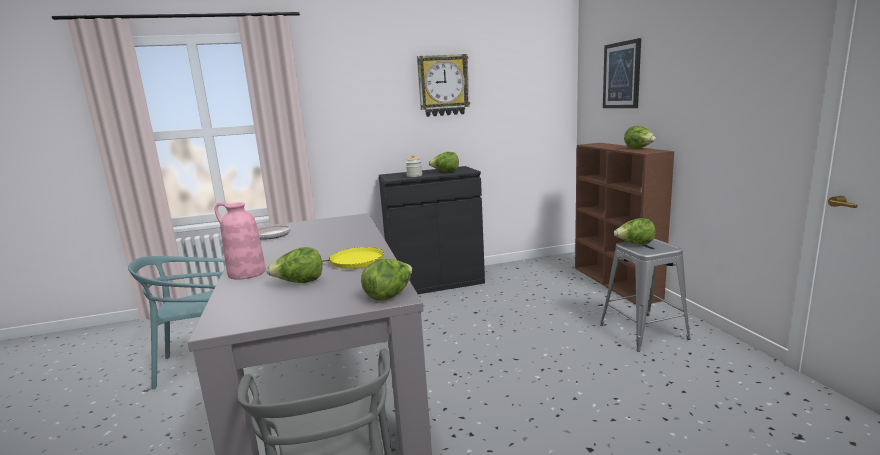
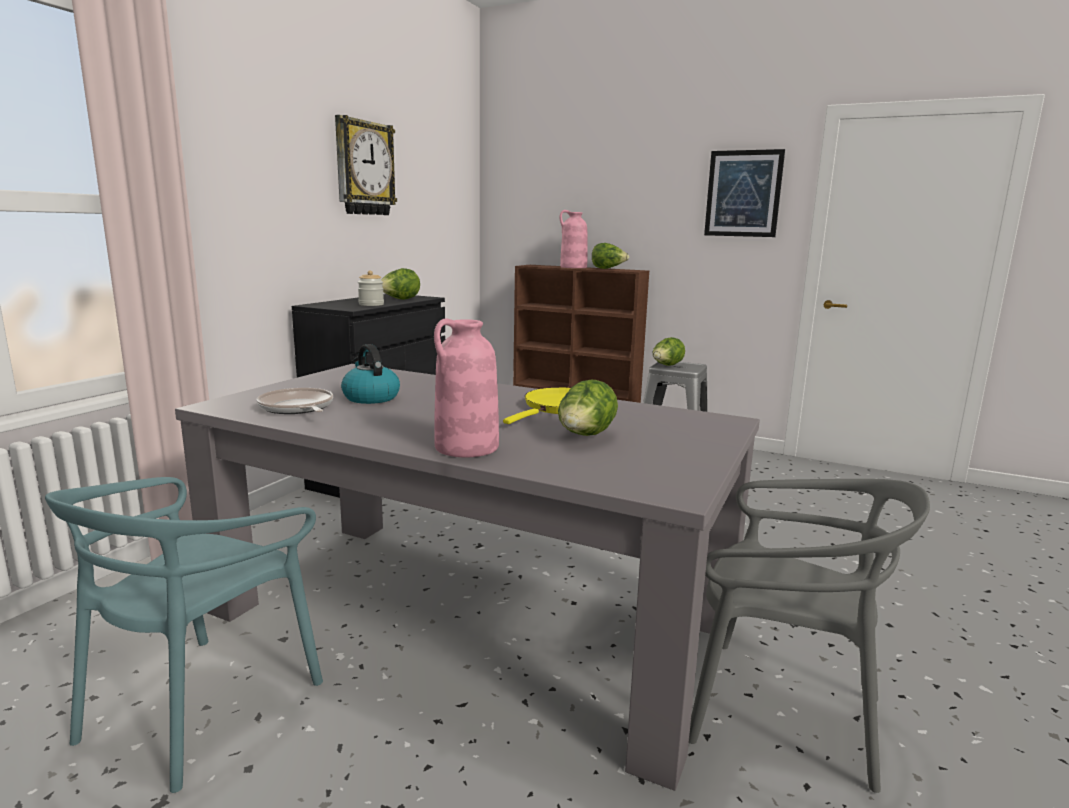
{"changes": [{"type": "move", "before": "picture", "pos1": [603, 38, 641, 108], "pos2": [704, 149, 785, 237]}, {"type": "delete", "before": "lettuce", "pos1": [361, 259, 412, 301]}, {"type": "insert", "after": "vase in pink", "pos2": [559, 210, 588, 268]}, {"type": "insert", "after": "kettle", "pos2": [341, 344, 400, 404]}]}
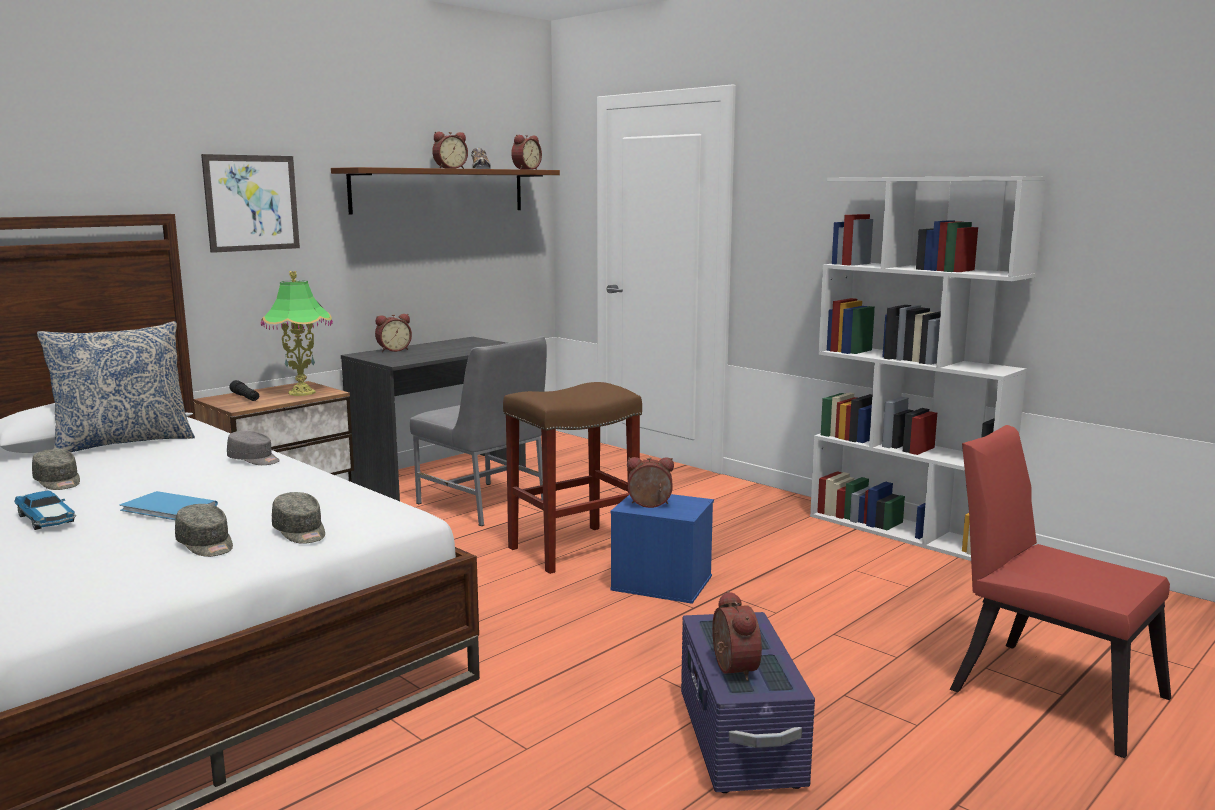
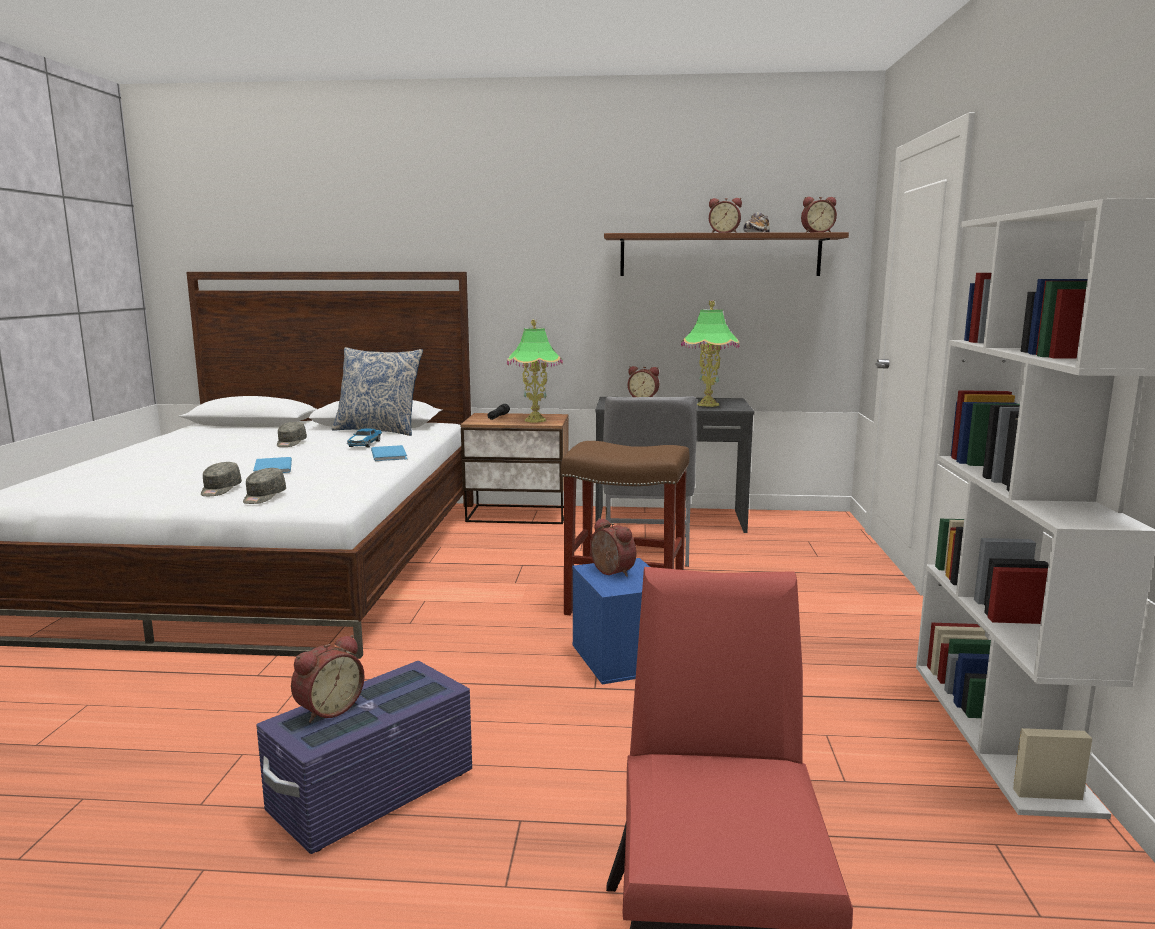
{"changes": [{"type": "delete", "before": "picture", "pos1": [201, 154, 300, 253]}, {"type": "replace", "before": "cap in grey", "after": "book in blue", "pos1": [227, 431, 280, 465], "pos2": [371, 445, 407, 461]}, {"type": "move", "before": "toy car", "pos1": [14, 490, 76, 530], "pos2": [347, 428, 382, 447]}, {"type": "insert", "after": "table lamp", "pos2": [681, 301, 739, 407]}]}
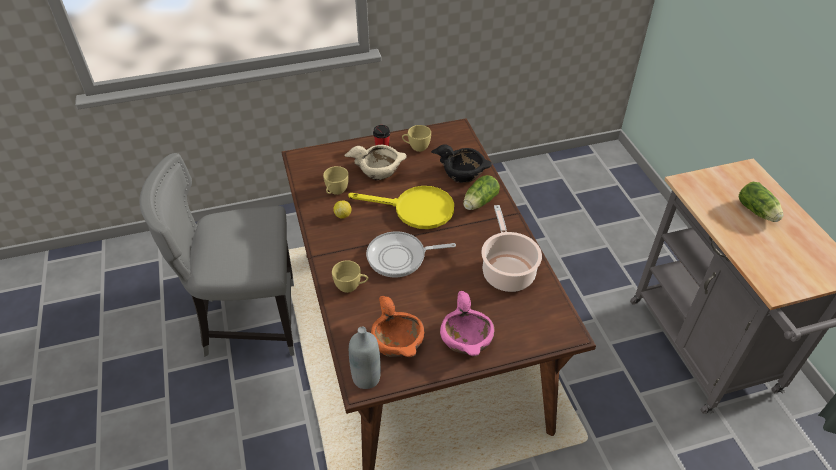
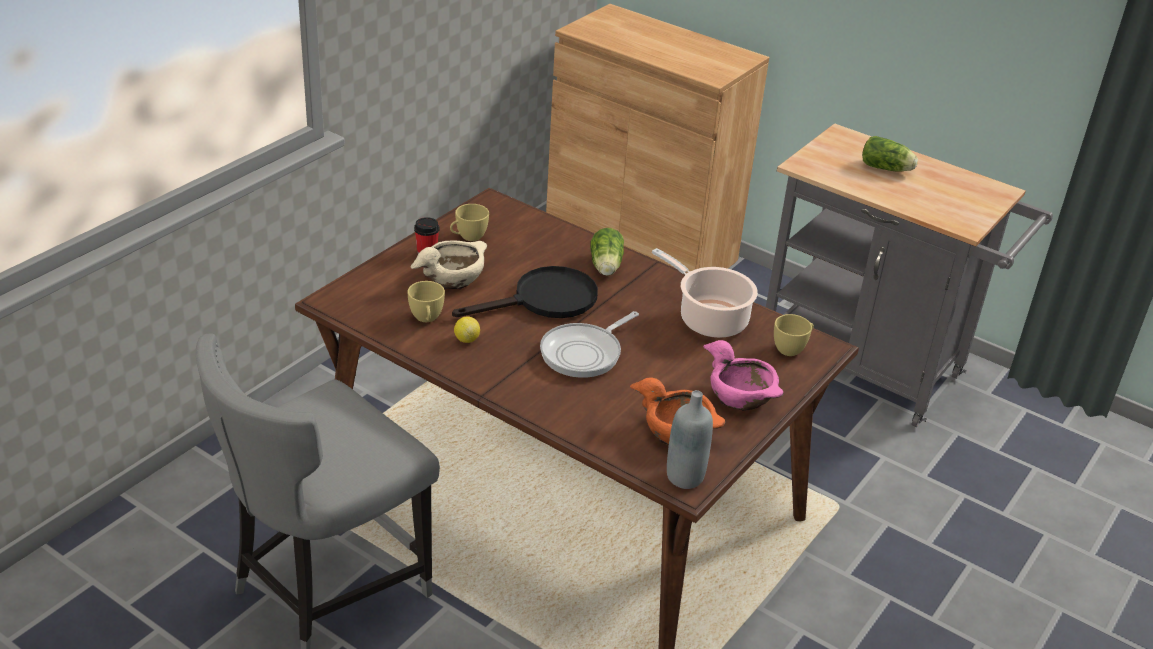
{"changes": [{"type": "delete", "before": "bowl in black", "pos1": [431, 145, 492, 183]}, {"type": "recolor", "before": "frying pan in yellow", "after": "frying pan in black", "pos1": [348, 186, 454, 229], "pos2": [452, 266, 598, 318]}, {"type": "move", "before": "cup in yellow", "pos1": [332, 260, 368, 293], "pos2": [774, 314, 814, 356]}, {"type": "insert", "after": "cabinet in brown", "pos2": [546, 4, 769, 273]}]}
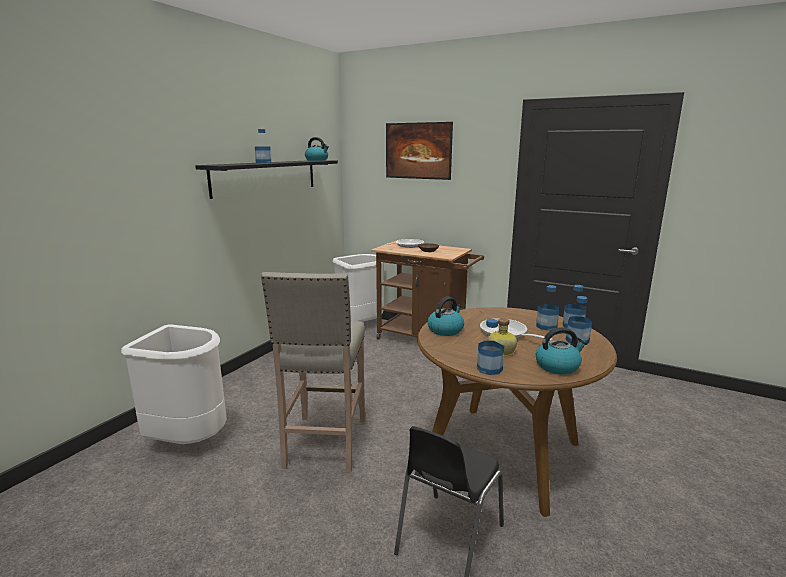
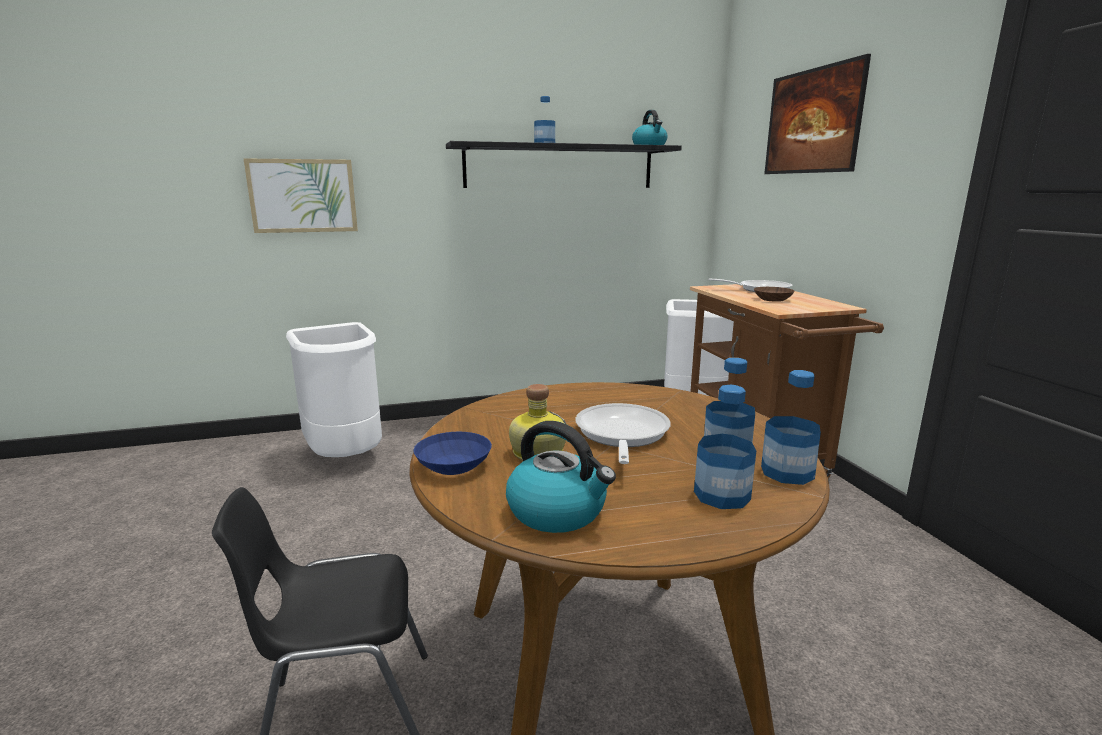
{"changes": [{"type": "delete", "before": "stool in beige", "pos1": [261, 272, 365, 472]}, {"type": "delete", "before": "kettle", "pos1": [428, 297, 464, 336]}, {"type": "replace", "before": "bottle", "after": "bowl in blue", "pos1": [477, 319, 504, 375], "pos2": [413, 432, 492, 475]}, {"type": "insert", "after": "picture", "pos2": [243, 158, 358, 233]}]}
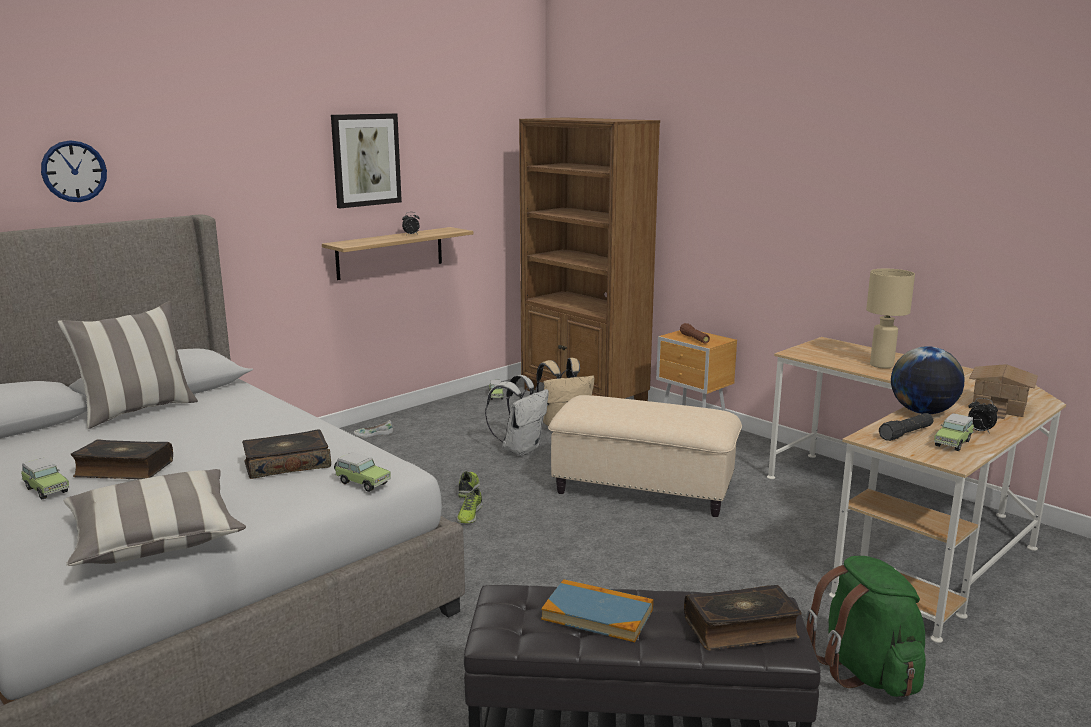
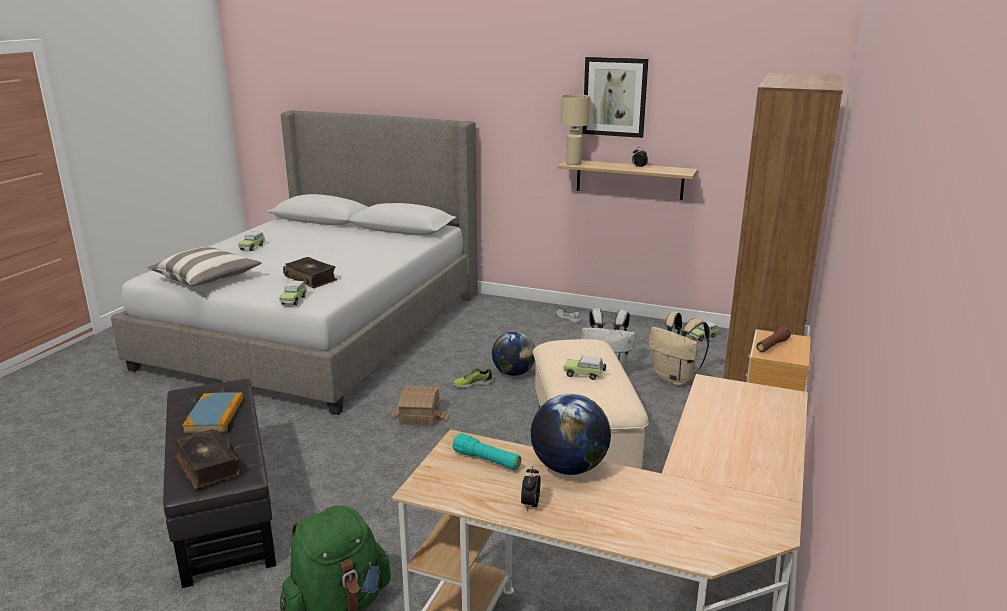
{"changes": [{"type": "delete", "before": "wall clock", "pos1": [41, 140, 107, 202]}, {"type": "move", "before": "table lamp in beige", "pos1": [866, 269, 915, 368], "pos2": [561, 94, 590, 165]}, {"type": "delete", "before": "pillow", "pos1": [58, 301, 198, 429]}, {"type": "move", "before": "toy house", "pos1": [969, 364, 1038, 419], "pos2": [391, 386, 449, 426]}, {"type": "recolor", "before": "flashlight in black", "after": "flashlight in turquoise", "pos1": [879, 413, 933, 441], "pos2": [452, 433, 521, 470]}, {"type": "move", "before": "toy car", "pos1": [934, 413, 974, 451], "pos2": [563, 356, 606, 380]}, {"type": "delete", "before": "book", "pos1": [71, 439, 173, 479]}, {"type": "replace", "before": "shoe", "after": "globe", "pos1": [458, 471, 480, 498], "pos2": [492, 331, 535, 376]}]}
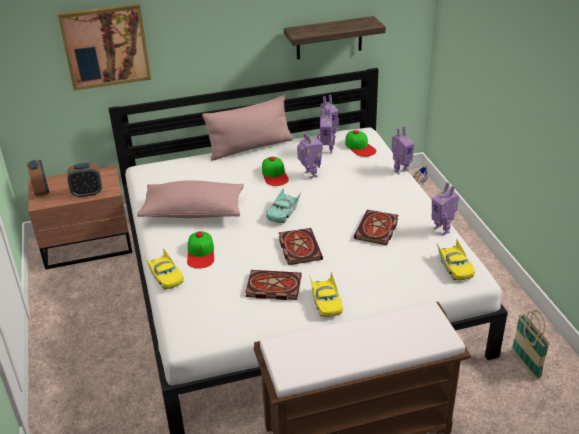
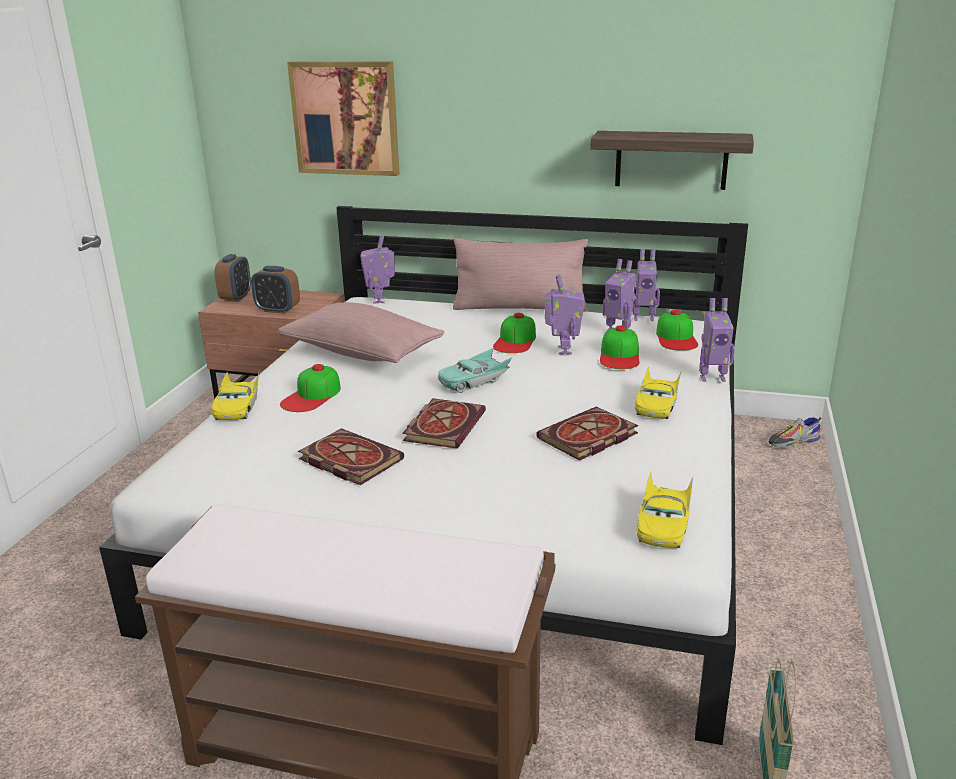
{"changes": [{"type": "move", "before": "toy robot", "pos1": [431, 182, 459, 236], "pos2": [360, 235, 395, 304]}, {"type": "move", "before": "toy car in yellow", "pos1": [309, 272, 343, 317], "pos2": [635, 367, 682, 419]}, {"type": "insert", "after": "cap", "pos2": [600, 325, 639, 369]}]}
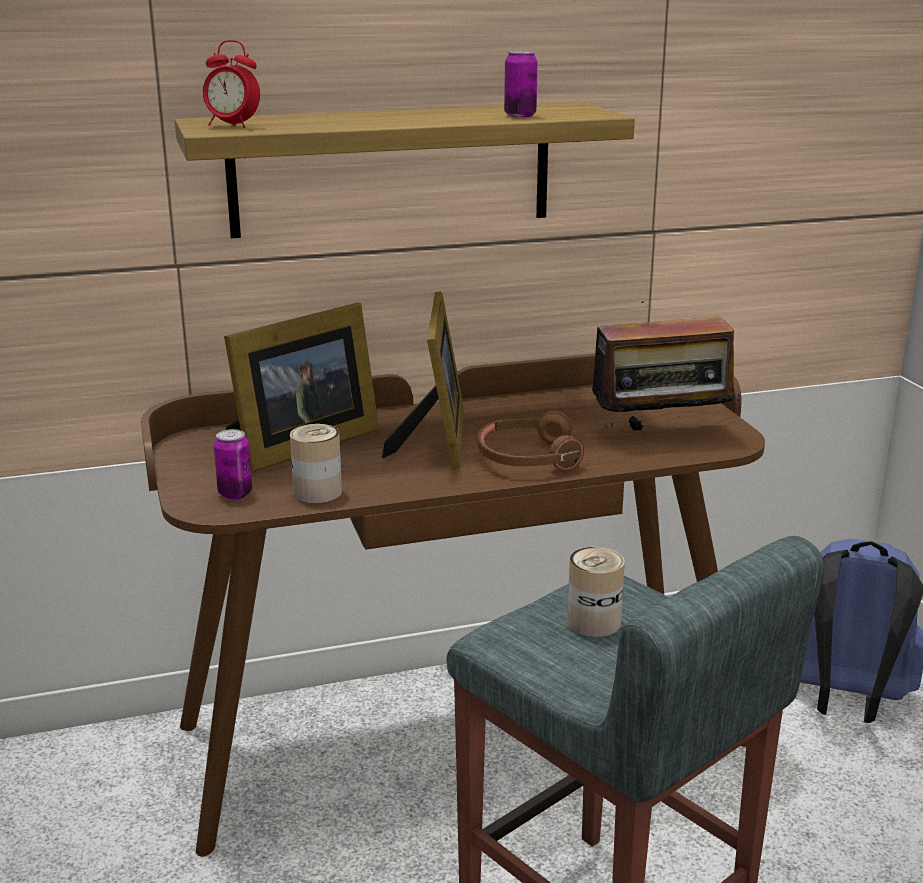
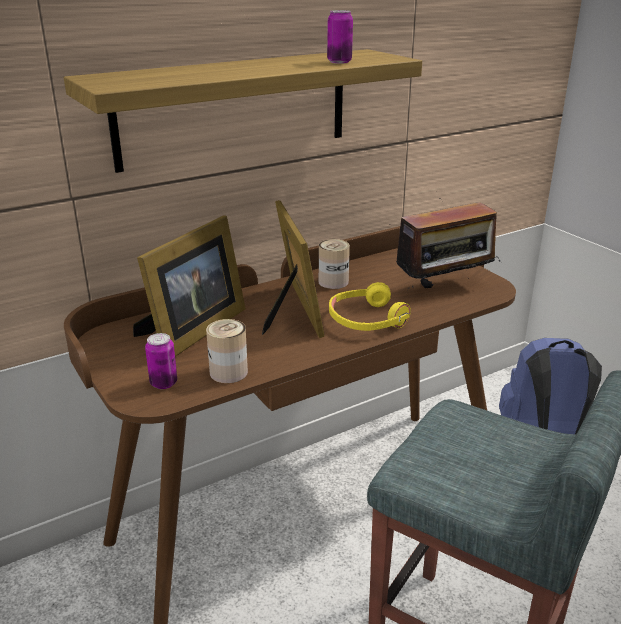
{"changes": [{"type": "delete", "before": "alarm clock", "pos1": [203, 40, 260, 128]}, {"type": "recolor", "before": "headphones in brown", "after": "headphones in yellow", "pos1": [478, 410, 584, 471], "pos2": [329, 282, 411, 331]}, {"type": "move", "before": "can", "pos1": [567, 547, 625, 637], "pos2": [319, 239, 350, 289]}]}
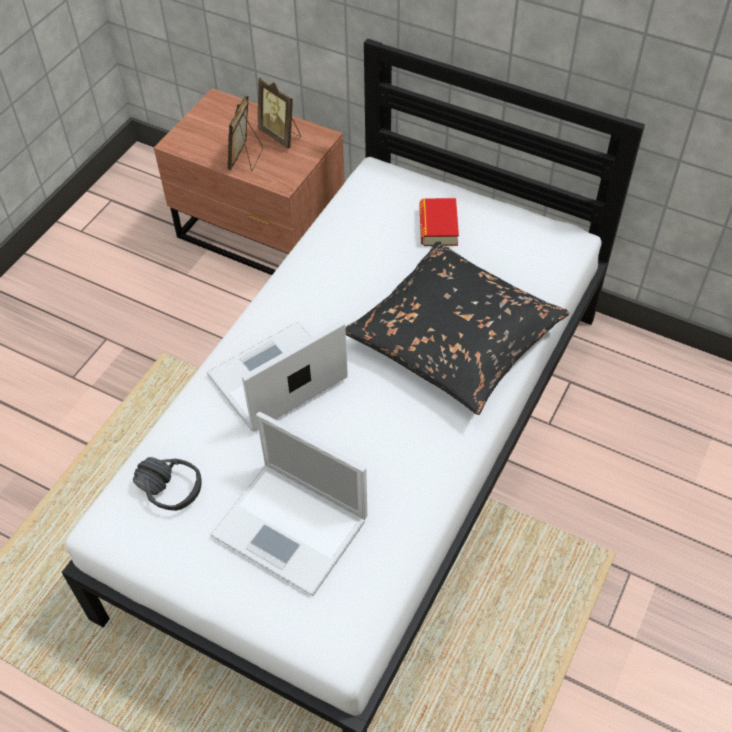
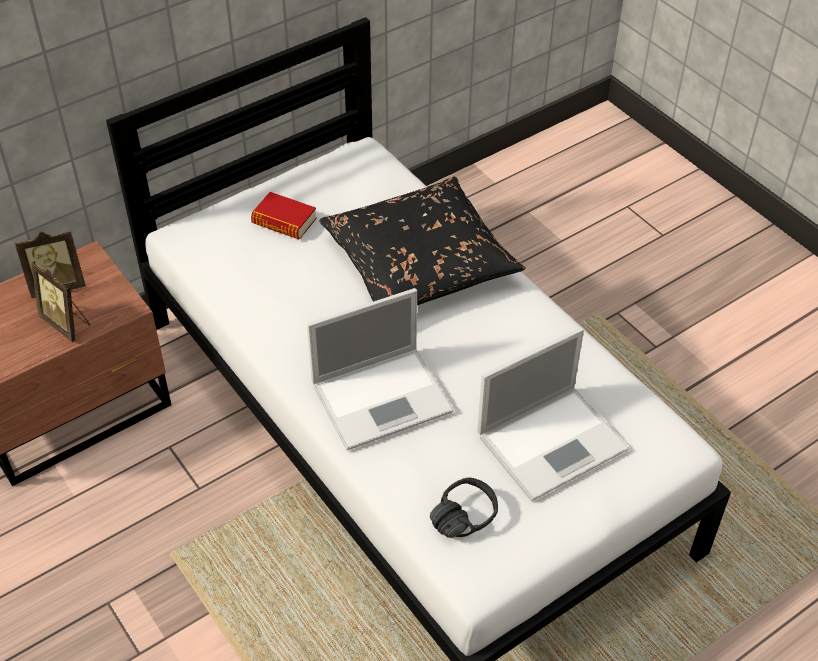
{"changes": [{"type": "rotate", "before": "laptop", "pos1": [207, 320, 348, 432], "pos2": [307, 288, 454, 450], "turn": -105}]}
